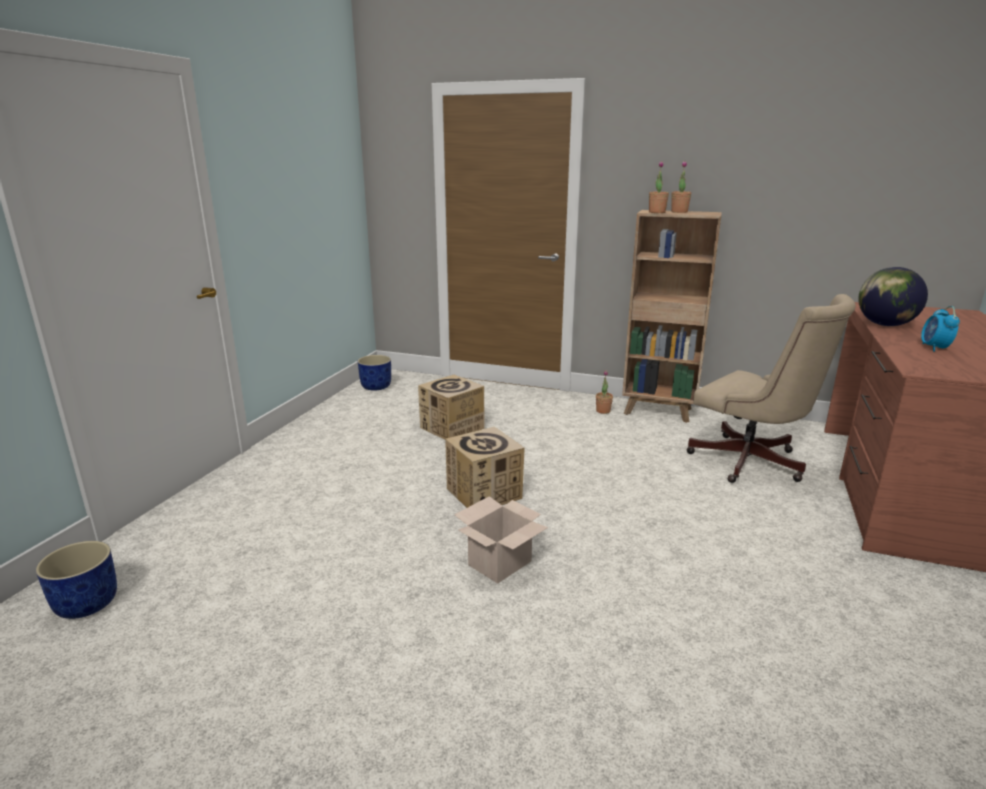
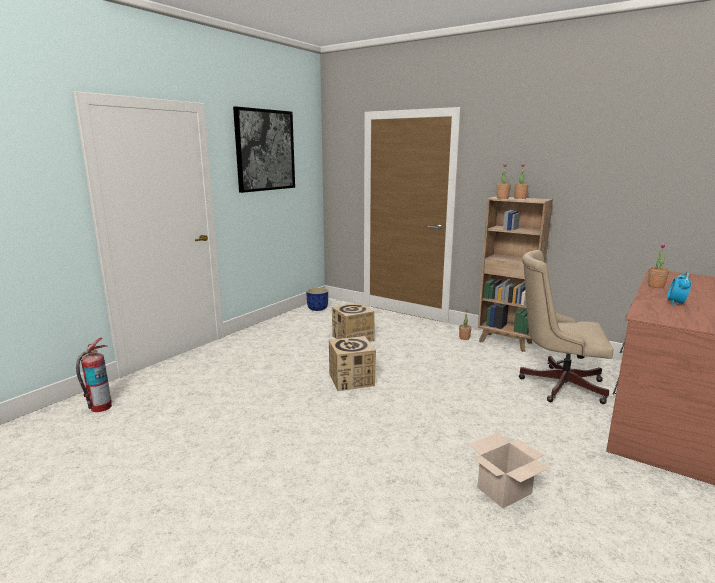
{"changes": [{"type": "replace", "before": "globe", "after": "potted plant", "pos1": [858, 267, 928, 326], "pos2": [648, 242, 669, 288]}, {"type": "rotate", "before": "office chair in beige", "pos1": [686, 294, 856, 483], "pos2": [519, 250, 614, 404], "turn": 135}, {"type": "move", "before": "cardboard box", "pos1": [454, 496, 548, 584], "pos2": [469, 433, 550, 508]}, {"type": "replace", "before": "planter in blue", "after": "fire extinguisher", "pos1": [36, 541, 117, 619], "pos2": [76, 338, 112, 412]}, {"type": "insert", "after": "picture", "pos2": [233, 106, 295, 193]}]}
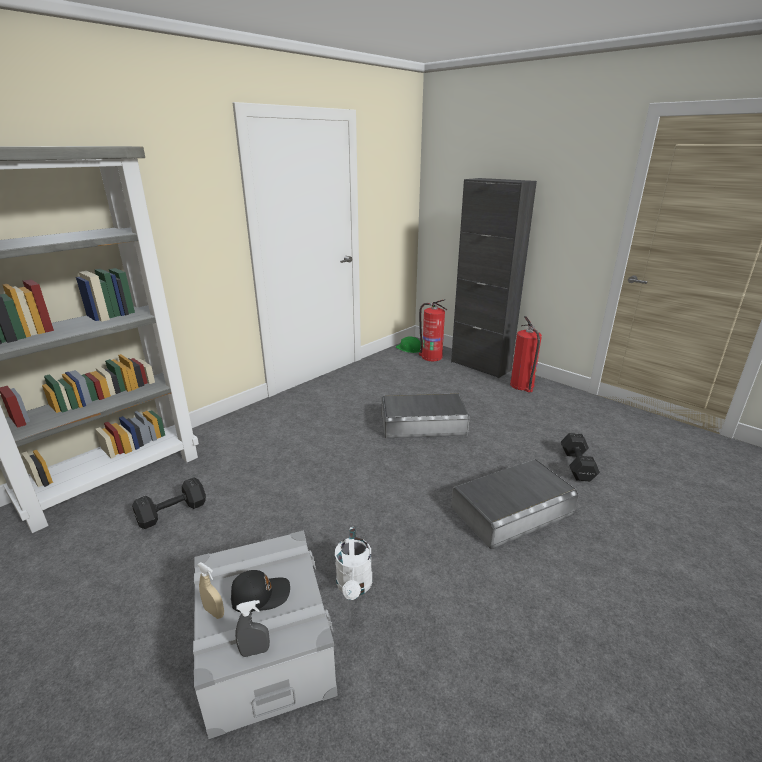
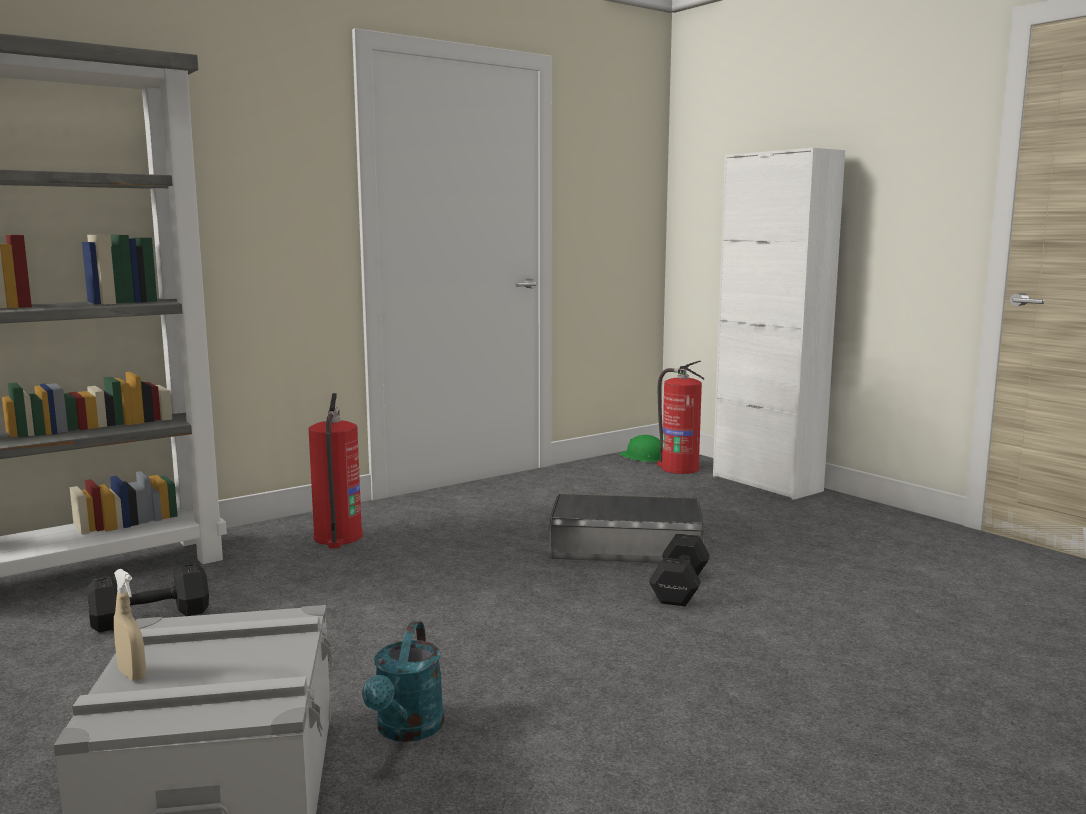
{"changes": [{"type": "recolor", "before": "cabinet in black", "after": "cabinet in white", "pos1": [451, 178, 537, 378], "pos2": [713, 148, 845, 500]}, {"type": "move", "before": "fire extinguisher", "pos1": [510, 316, 542, 393], "pos2": [308, 393, 363, 548]}, {"type": "move", "before": "dumbbell in black", "pos1": [561, 433, 600, 481], "pos2": [649, 533, 710, 606]}, {"type": "delete", "before": "storage box in grey", "pos1": [451, 459, 579, 549]}, {"type": "recolor", "before": "watering can in white", "after": "watering can in turquoise", "pos1": [335, 527, 372, 600], "pos2": [362, 621, 444, 742]}, {"type": "delete", "before": "cap in black", "pos1": [231, 570, 290, 612]}, {"type": "delete", "before": "spray bottle in grey", "pos1": [235, 600, 270, 657]}]}
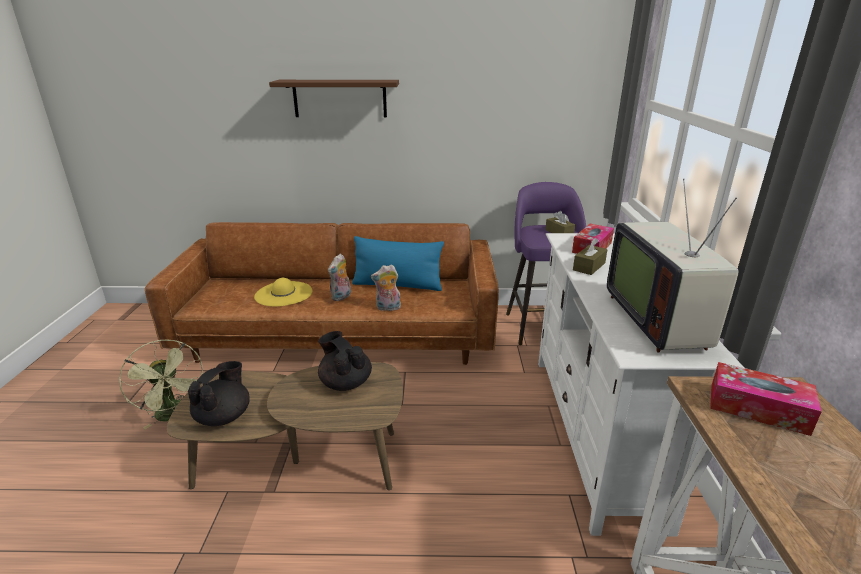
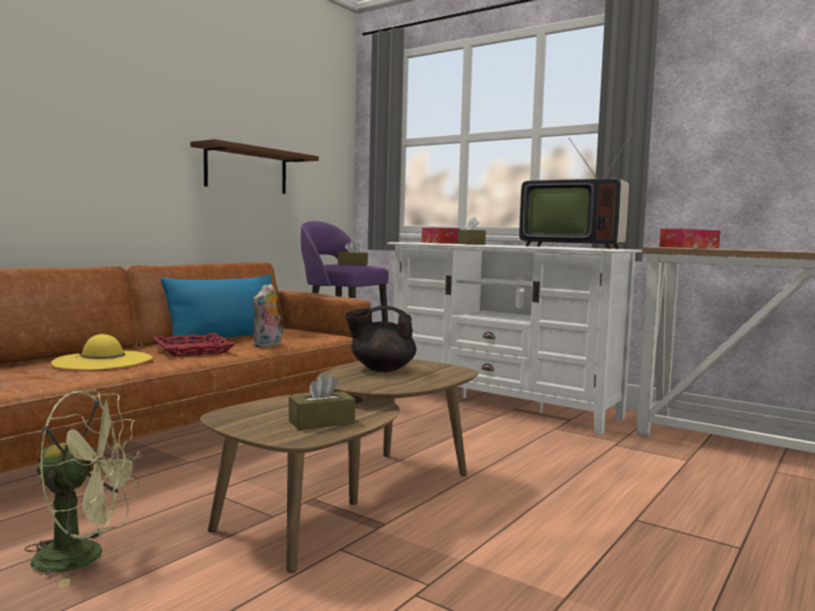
{"changes": [{"type": "move", "before": "shelf in brown", "pos1": [269, 80, 399, 117], "pos2": [190, 139, 319, 194]}, {"type": "replace", "before": "plush toy", "after": "tray in red", "pos1": [328, 254, 351, 301], "pos2": [153, 333, 235, 356]}, {"type": "replace", "before": "teapot in black", "after": "tissue box in brown", "pos1": [188, 361, 250, 426], "pos2": [289, 373, 355, 430]}]}
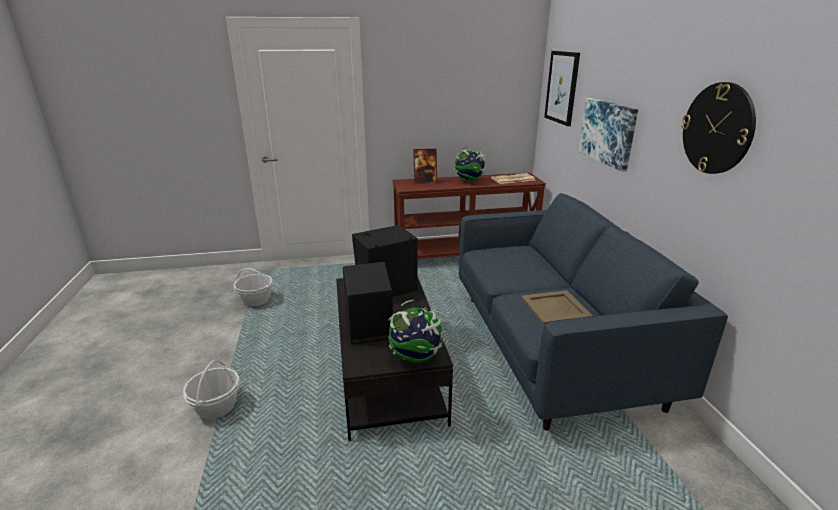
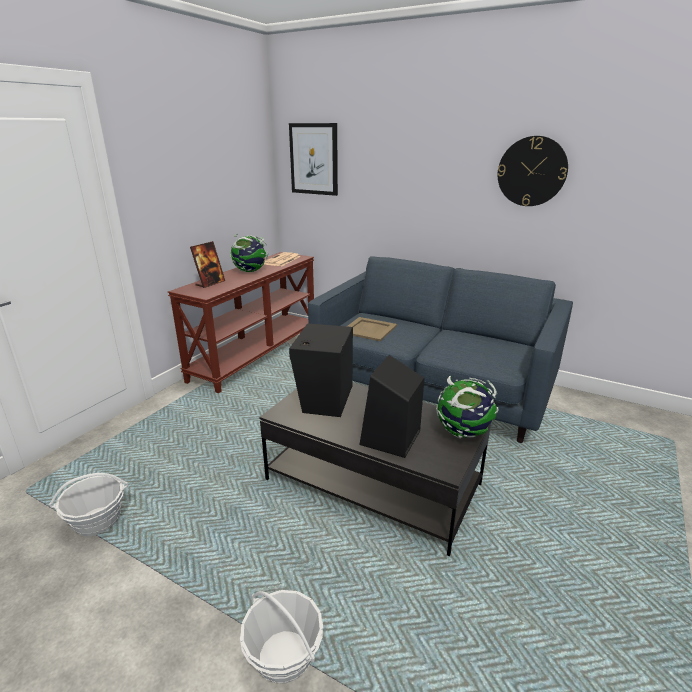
{"changes": [{"type": "delete", "before": "picture", "pos1": [579, 98, 638, 172]}, {"type": "move", "before": "tray in beige", "pos1": [521, 290, 593, 325], "pos2": [347, 317, 397, 341]}]}
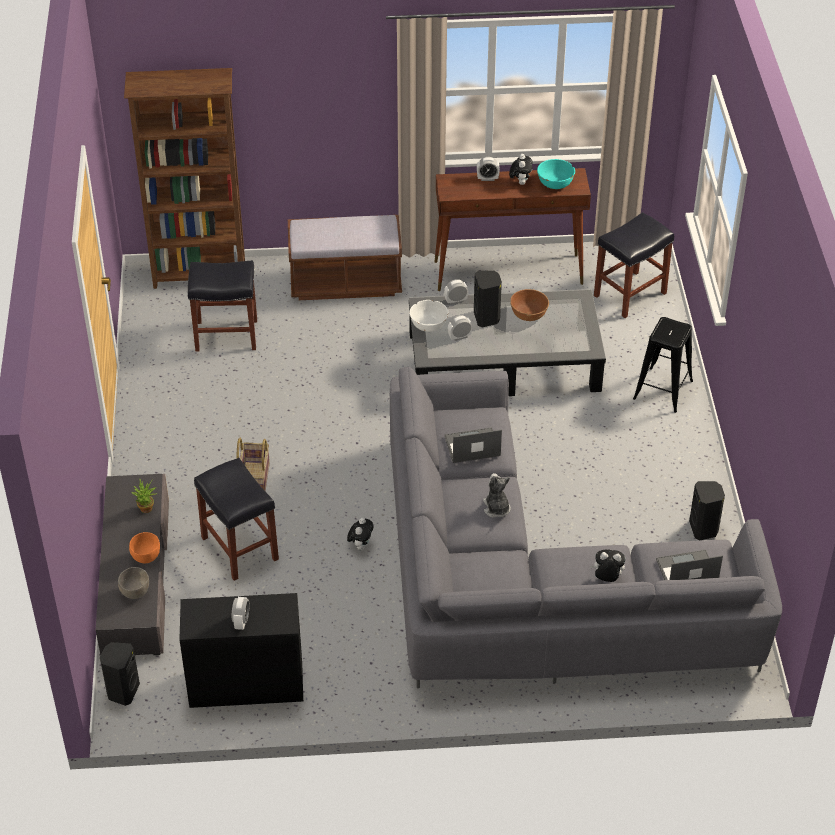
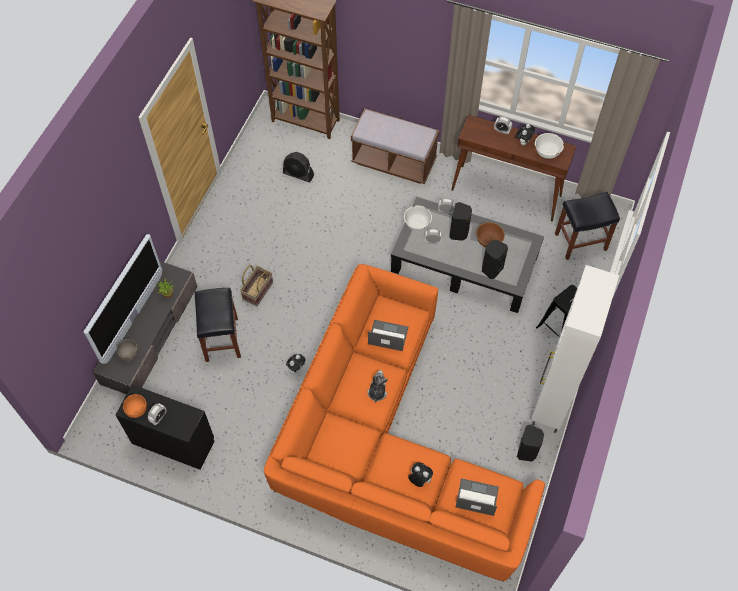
{"changes": [{"type": "recolor", "before": "bowl in turquoise", "after": "bowl in white", "pos1": [537, 159, 575, 189], "pos2": [535, 133, 564, 159]}, {"type": "replace", "before": "stool in black", "after": "fan in black", "pos1": [188, 261, 257, 352], "pos2": [283, 152, 314, 182]}, {"type": "recolor", "before": "sofa in grey", "after": "sofa in orange", "pos1": [390, 367, 782, 689], "pos2": [264, 264, 545, 582]}, {"type": "move", "before": "bowl in orange", "pos1": [129, 532, 160, 563], "pos2": [123, 394, 147, 418]}, {"type": "move", "before": "speaker in black", "pos1": [100, 642, 140, 706], "pos2": [482, 240, 508, 279]}, {"type": "insert", "after": "television", "pos2": [83, 234, 162, 364]}, {"type": "insert", "after": "cabinet in white", "pos2": [531, 265, 619, 433]}]}
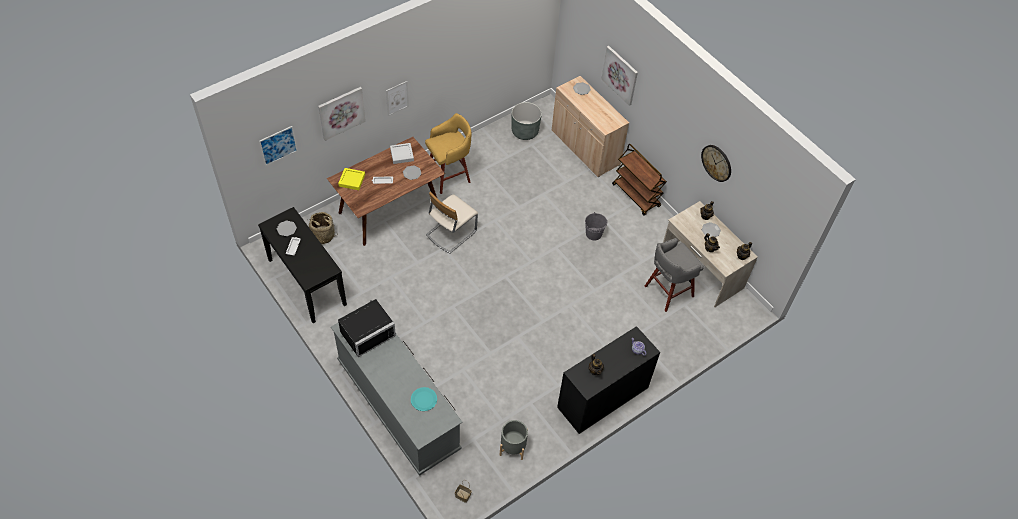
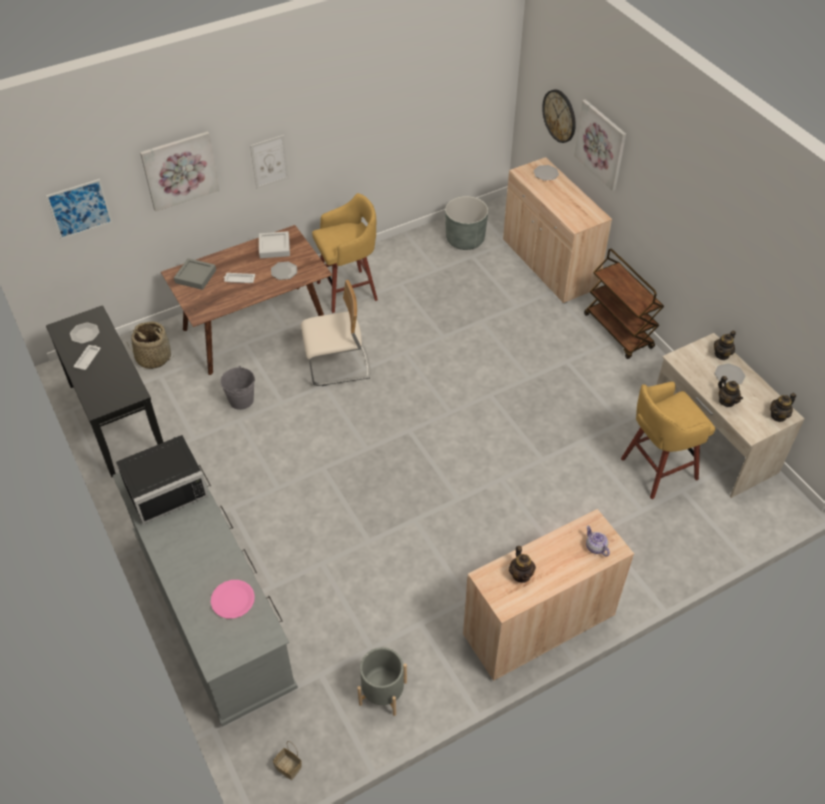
{"changes": [{"type": "move", "before": "wall clock", "pos1": [701, 145, 731, 182], "pos2": [542, 89, 576, 143]}, {"type": "recolor", "before": "tray in yellow", "after": "tray in grey", "pos1": [338, 168, 365, 190], "pos2": [174, 258, 216, 290]}, {"type": "rotate", "before": "chair in beige", "pos1": [426, 192, 478, 254], "pos2": [301, 280, 370, 386], "turn": -150}, {"type": "move", "before": "bucket in grey", "pos1": [585, 212, 608, 241], "pos2": [220, 366, 255, 410]}, {"type": "recolor", "before": "stool in grey", "after": "stool in yellow", "pos1": [645, 238, 704, 312], "pos2": [621, 382, 716, 499]}, {"type": "recolor", "before": "cabinet in black", "after": "cabinet in beige", "pos1": [557, 326, 660, 434], "pos2": [463, 509, 634, 681]}, {"type": "recolor", "before": "plate in turquoise", "after": "plate in pink", "pos1": [411, 387, 437, 411], "pos2": [211, 580, 255, 619]}]}
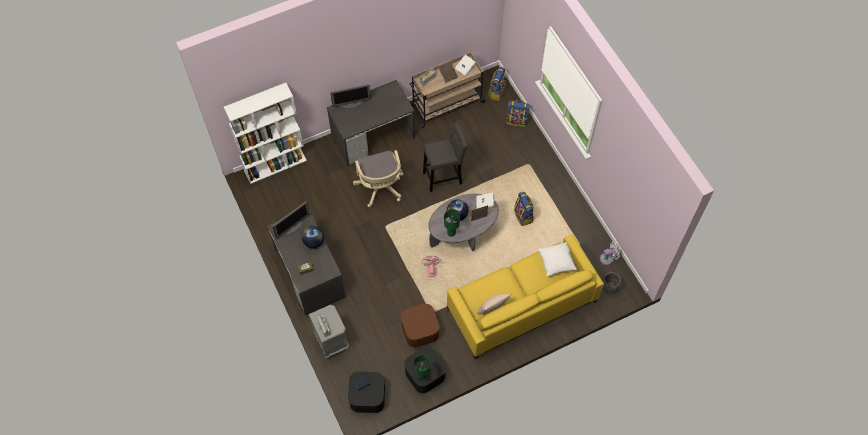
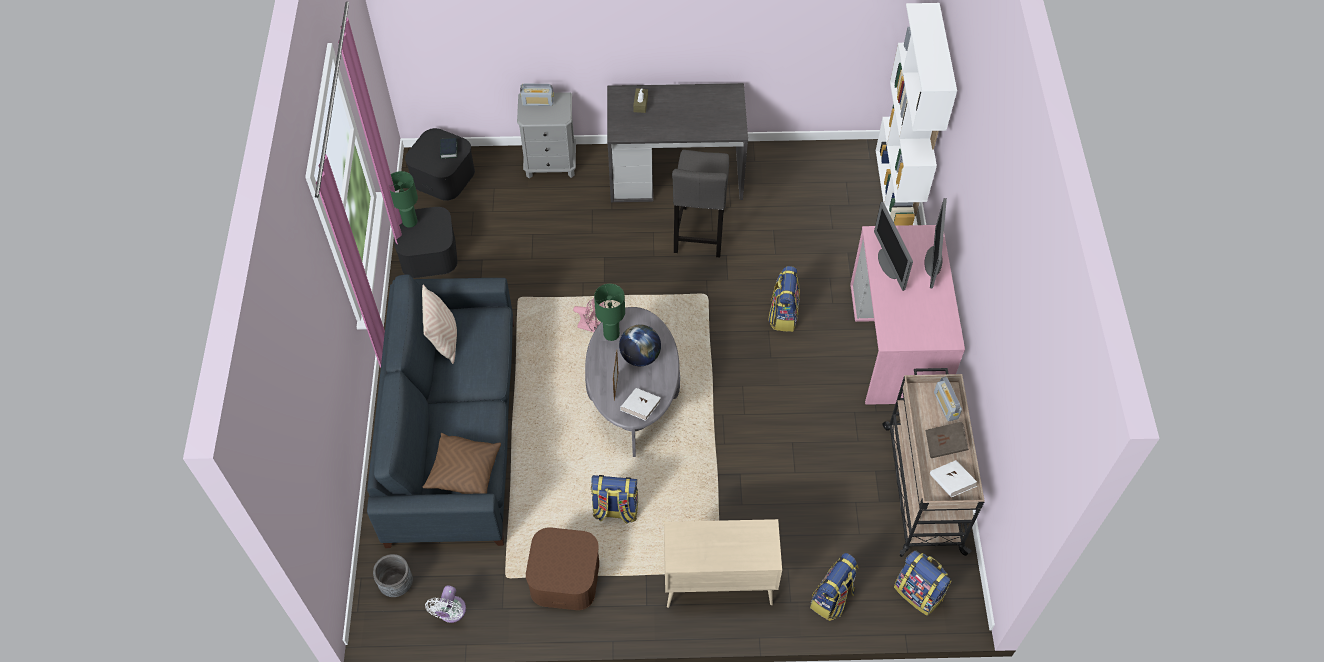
{"changes": [{"type": "recolor", "before": "desk in grey", "after": "desk in pink", "pos1": [327, 80, 415, 166], "pos2": [850, 225, 965, 405]}, {"type": "move", "before": "stool in grey", "pos1": [423, 123, 468, 192], "pos2": [672, 150, 729, 257]}, {"type": "replace", "before": "office chair in beige", "after": "backpack", "pos1": [353, 150, 403, 207], "pos2": [768, 266, 800, 332]}, {"type": "move", "before": "monitor", "pos1": [272, 201, 310, 239], "pos2": [874, 202, 913, 291]}, {"type": "delete", "before": "globe", "pos1": [302, 226, 324, 248]}, {"type": "recolor", "before": "sofa in yellow", "after": "sofa in blue", "pos1": [447, 234, 604, 359], "pos2": [367, 274, 514, 548]}, {"type": "recolor", "before": "pillow in white", "after": "pillow in brown", "pos1": [537, 242, 578, 277], "pos2": [423, 433, 501, 494]}, {"type": "move", "before": "storage box in brown", "pos1": [401, 304, 439, 348], "pos2": [526, 527, 599, 610]}, {"type": "insert", "after": "cabinet in beige", "pos2": [664, 519, 782, 608]}]}
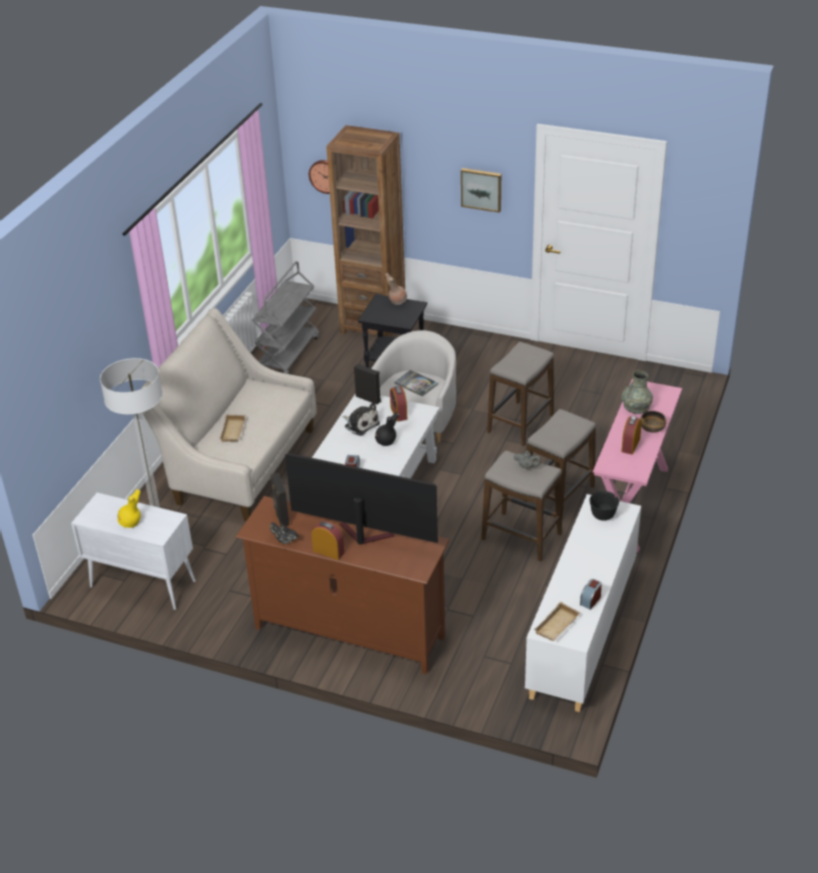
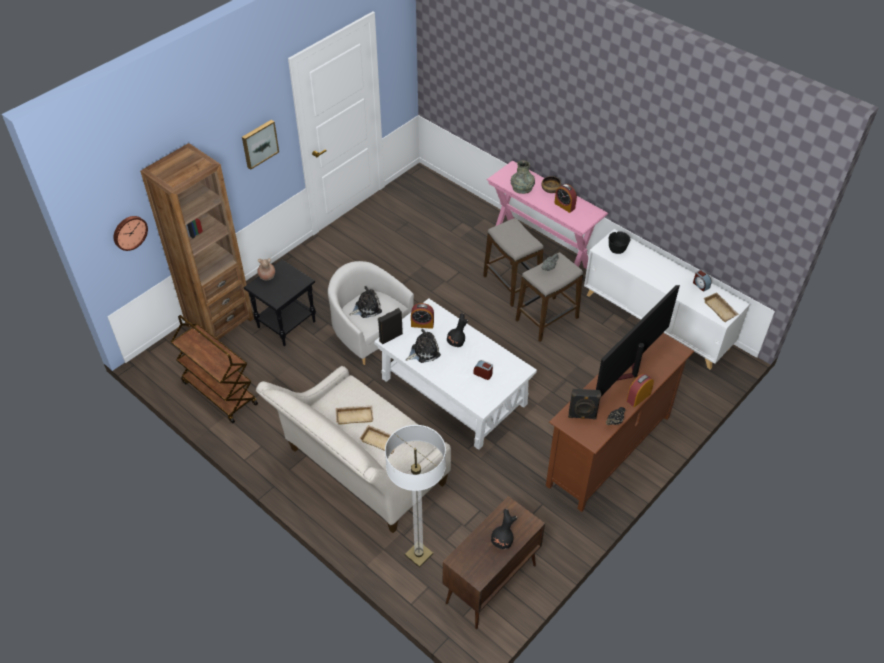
{"changes": [{"type": "recolor", "before": "cart in grey", "after": "cart in brown", "pos1": [252, 261, 319, 374], "pos2": [171, 315, 258, 423]}, {"type": "delete", "before": "stool", "pos1": [487, 342, 554, 446]}, {"type": "replace", "before": "book", "after": "plush toy", "pos1": [394, 370, 438, 397], "pos2": [349, 286, 382, 318]}, {"type": "recolor", "before": "vase in yellow", "after": "vase in black", "pos1": [117, 489, 141, 528], "pos2": [491, 509, 517, 549]}, {"type": "recolor", "before": "cabinet in white", "after": "cabinet in brown", "pos1": [71, 493, 196, 610], "pos2": [443, 496, 545, 629]}, {"type": "insert", "after": "tray in beige", "pos2": [336, 405, 374, 425]}]}
